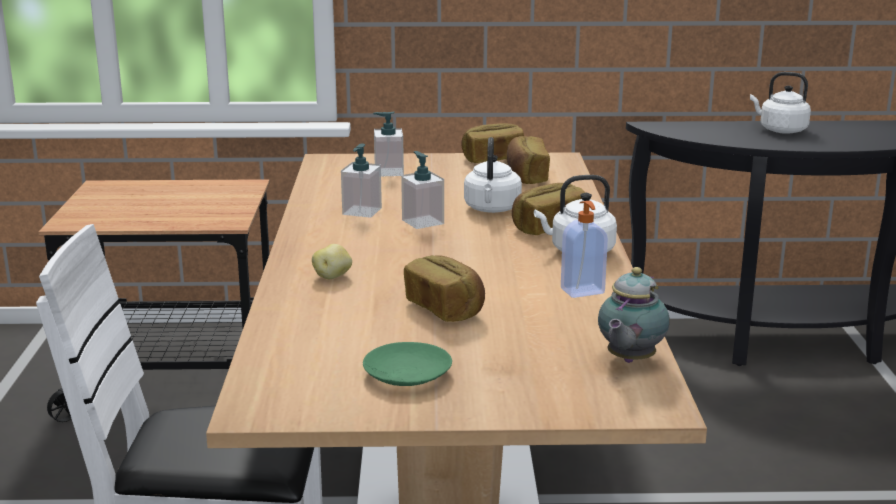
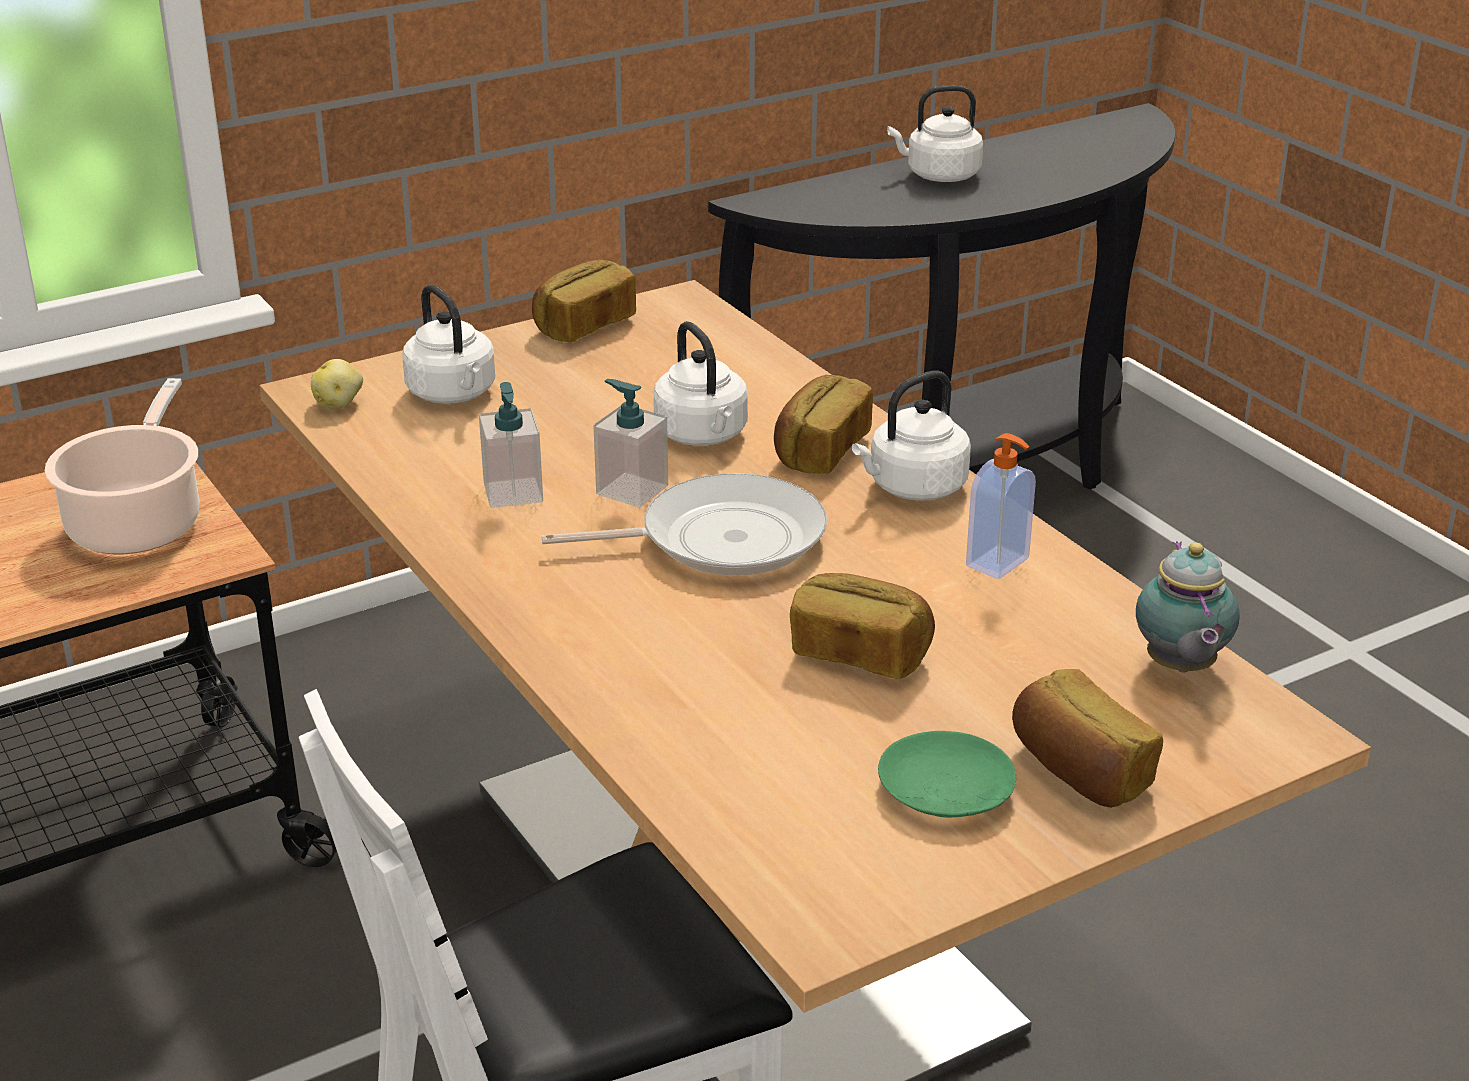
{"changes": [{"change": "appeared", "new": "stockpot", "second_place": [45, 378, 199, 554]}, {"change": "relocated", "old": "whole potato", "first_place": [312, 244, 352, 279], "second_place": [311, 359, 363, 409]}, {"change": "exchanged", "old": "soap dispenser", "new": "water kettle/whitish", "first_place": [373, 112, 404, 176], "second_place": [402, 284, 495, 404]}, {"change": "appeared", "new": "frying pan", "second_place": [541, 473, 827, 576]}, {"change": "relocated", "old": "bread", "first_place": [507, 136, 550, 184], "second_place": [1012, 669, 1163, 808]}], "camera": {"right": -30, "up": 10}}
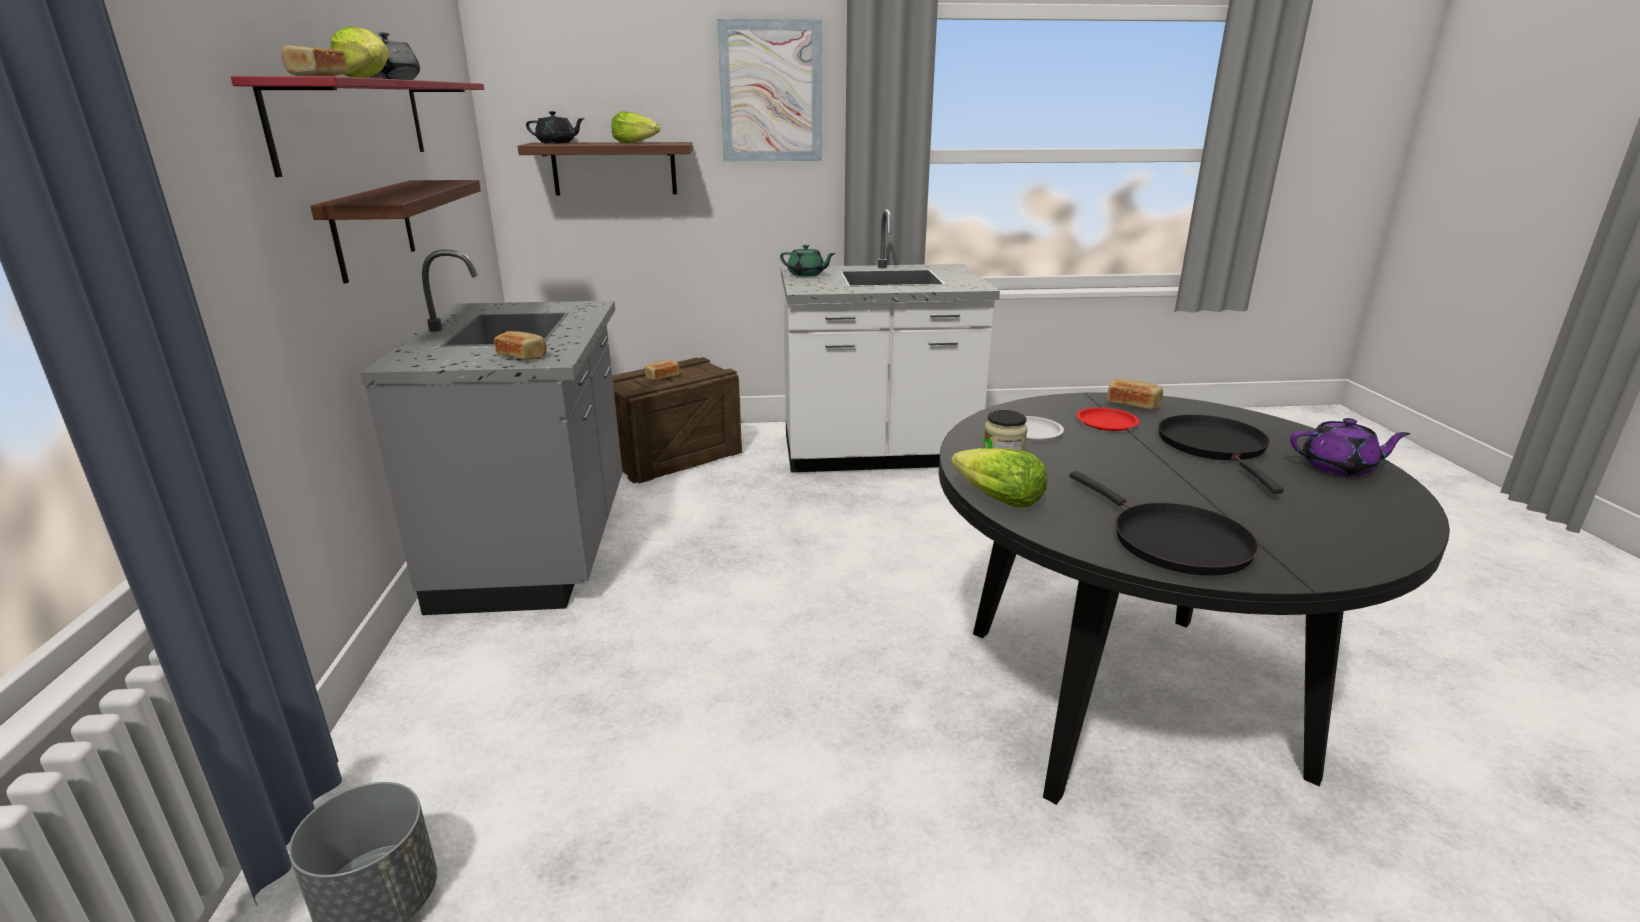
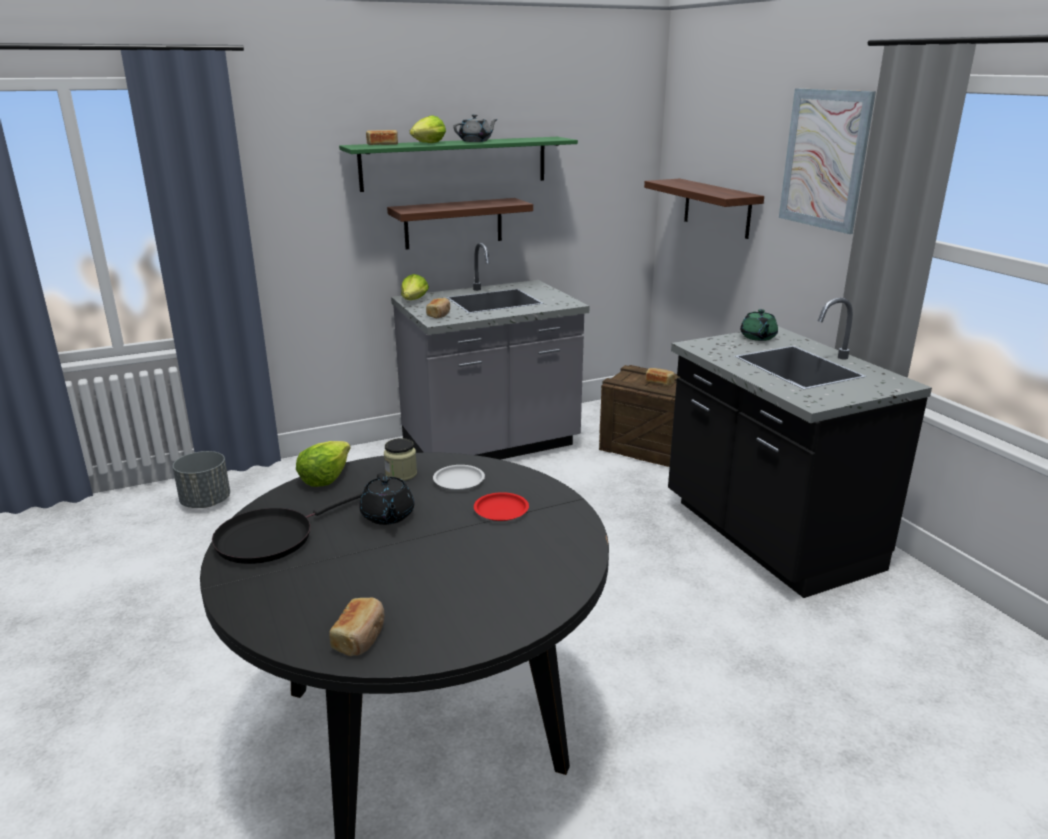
{"changes": [{"change": "relocated", "old": "bread", "first_place": [1107, 379, 1163, 410], "second_place": [329, 598, 384, 656]}, {"change": "colour", "old": "shelf/reddish", "new": "shelf/green", "first_place": [231, 76, 484, 177], "second_place": [339, 137, 578, 192]}, {"change": "relocated", "old": "teapot/black", "first_place": [526, 111, 585, 143], "second_place": [359, 473, 414, 525]}, {"change": "relocated", "old": "lettuce", "first_place": [612, 111, 660, 143], "second_place": [401, 274, 429, 300]}, {"change": "colour", "old": "kitchen counter/whitish", "new": "kitchen counter/black", "first_place": [781, 209, 1000, 473], "second_place": [668, 297, 932, 598]}, {"change": "missing", "old": "frying pan/black", "first_place": [1158, 415, 1284, 494]}, {"change": "missing", "old": "teapot/purple", "first_place": [1290, 418, 1411, 477]}], "camera": {"right": 70, "up": 0}}
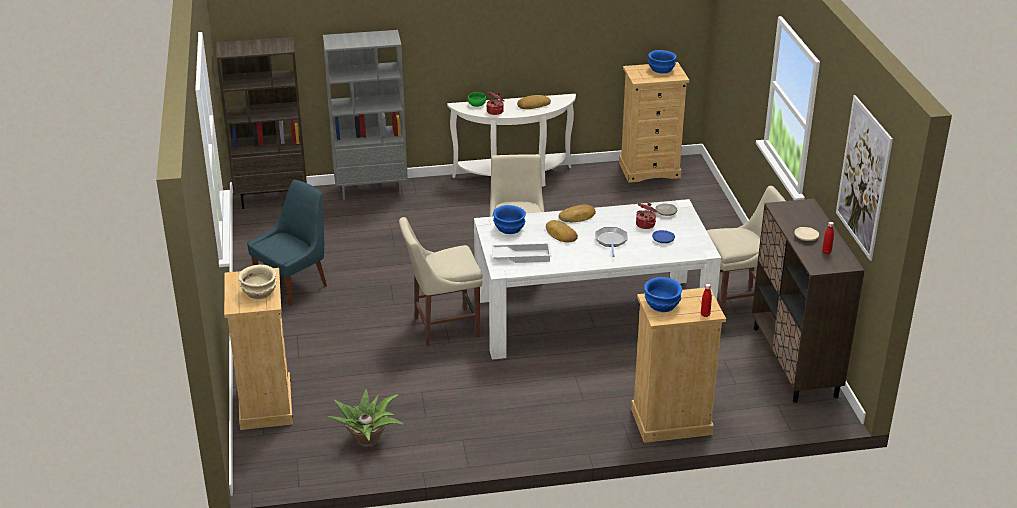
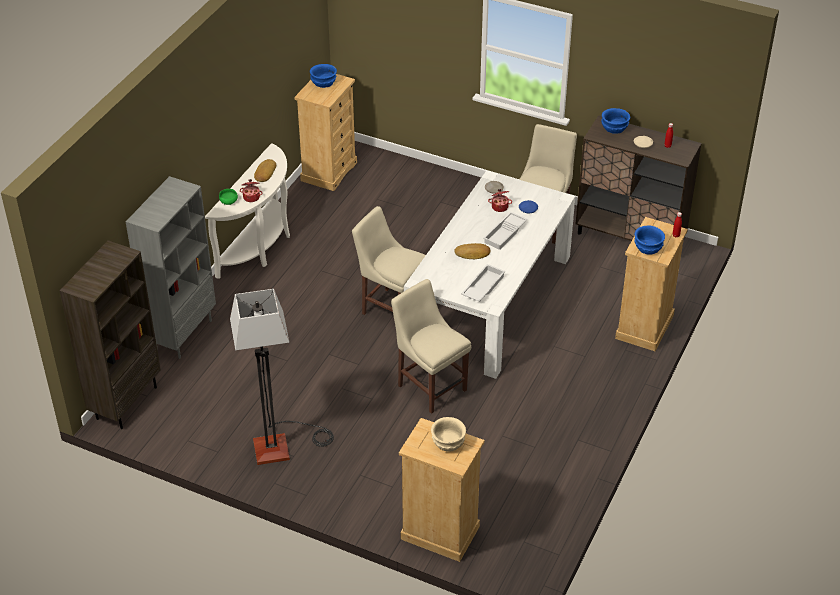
{"changes": [{"change": "exchanged", "old": "chair/blue-coloured", "new": "standard lamp", "first_place": [247, 180, 327, 306], "second_place": [230, 289, 334, 465]}, {"change": "spun", "old": "chair/beige-coloured", "first_place": [399, 217, 483, 347], "second_place": [391, 279, 471, 414], "degrees": 120}, {"change": "exchanged", "old": "frying pan", "new": "carrying tray/whitish", "first_place": [595, 227, 628, 257], "second_place": [483, 211, 528, 250]}, {"change": "relocated", "old": "bowl/blue-coloured", "first_place": [493, 205, 526, 234], "second_place": [601, 108, 630, 134]}, {"change": "missing", "old": "plant in a pot", "first_place": [328, 389, 404, 447]}, {"change": "missing", "old": "bread", "first_place": [558, 205, 596, 222]}, {"change": "missing", "old": "wall picture", "first_place": [836, 95, 893, 261]}], "camera": {"right": -55, "up": 10}}
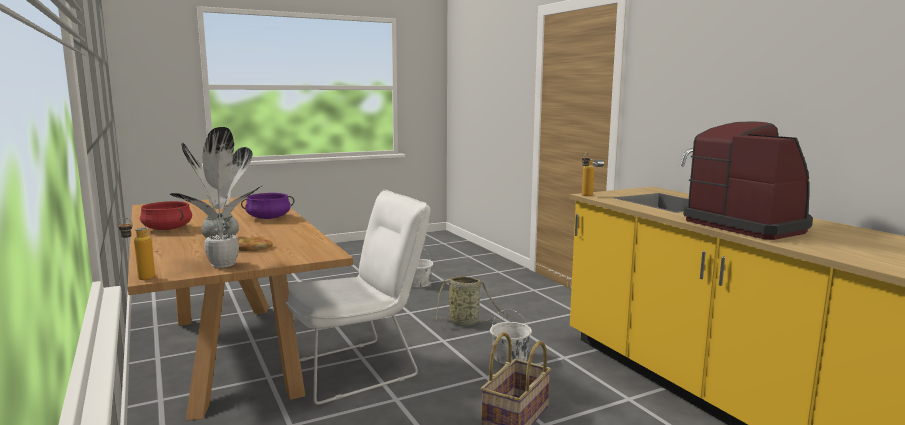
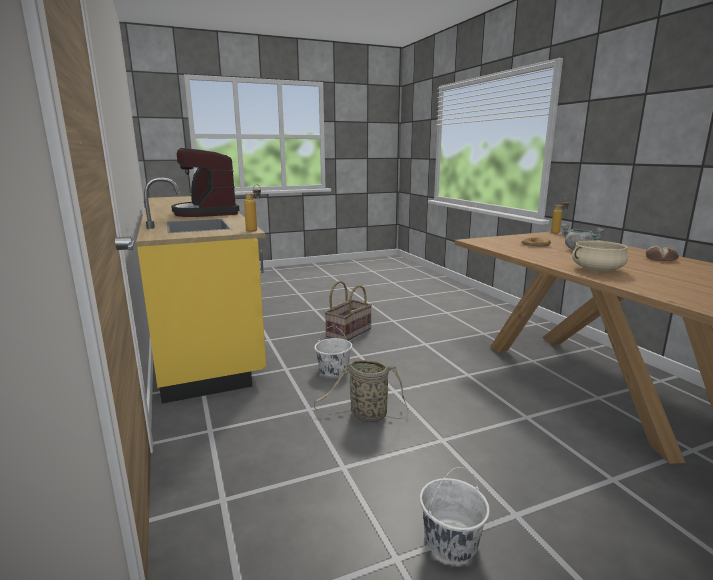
{"changes": [{"change": "colour", "old": "stockpot/purple", "new": "stockpot/beige-coloured", "first_place": [241, 193, 294, 219], "second_place": [572, 241, 628, 271]}, {"change": "exchanged", "old": "stockpot/reddish", "new": "bread", "first_place": [140, 201, 192, 230], "second_place": [646, 245, 679, 261]}, {"change": "missing", "old": "plant in a pot", "first_place": [170, 127, 262, 268]}, {"change": "missing", "old": "chair/whitish", "first_place": [286, 190, 430, 405]}], "camera": {"right": -175, "up": 5}}
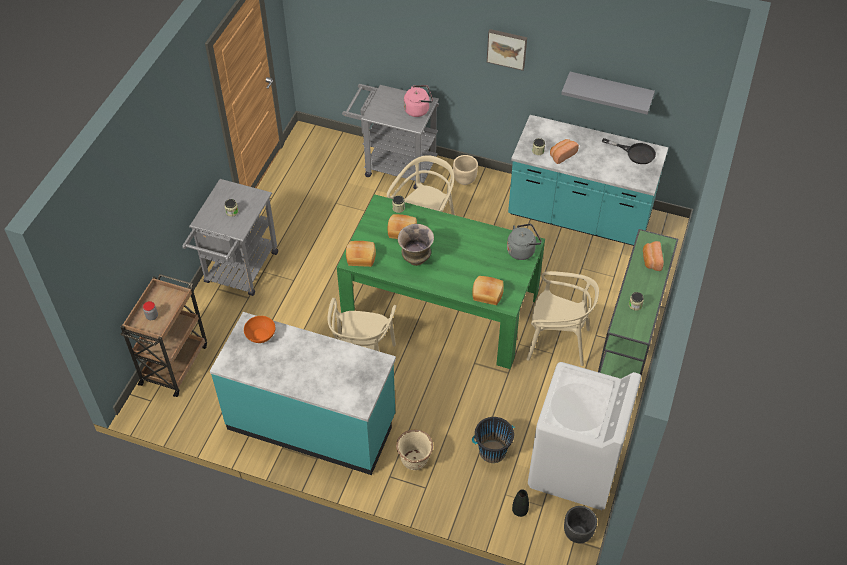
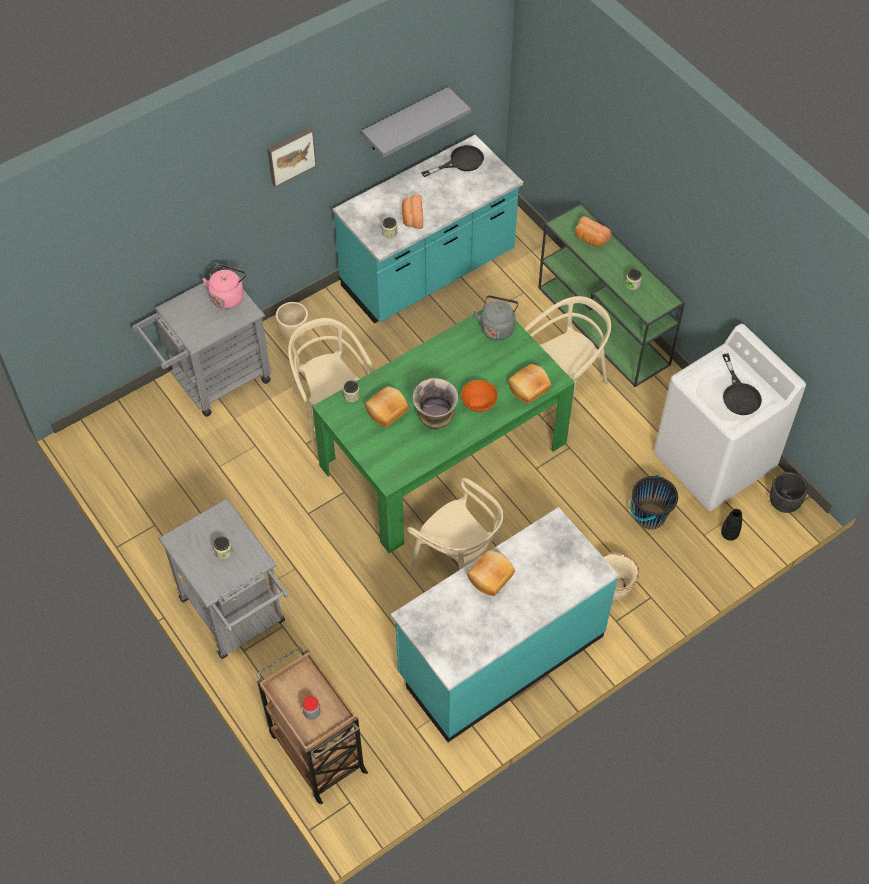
{"changes": [{"change": "relocated", "old": "bowl/orange-coloured", "first_place": [244, 316, 275, 343], "second_place": [461, 380, 498, 412]}, {"change": "relocated", "old": "bread", "first_place": [346, 241, 376, 267], "second_place": [467, 550, 515, 596]}, {"change": "appeared", "new": "frying pan/black", "second_place": [723, 354, 762, 415]}], "camera": {"right": -55, "up": 5}}
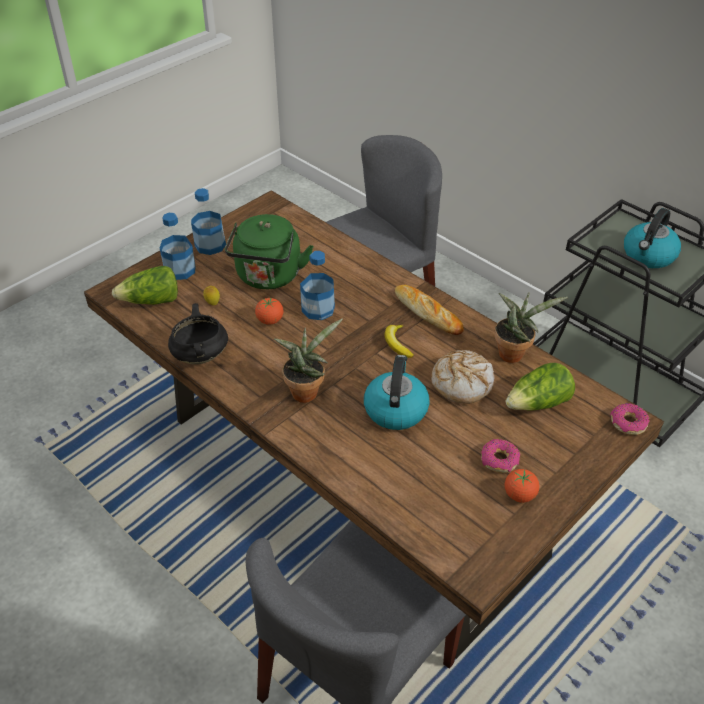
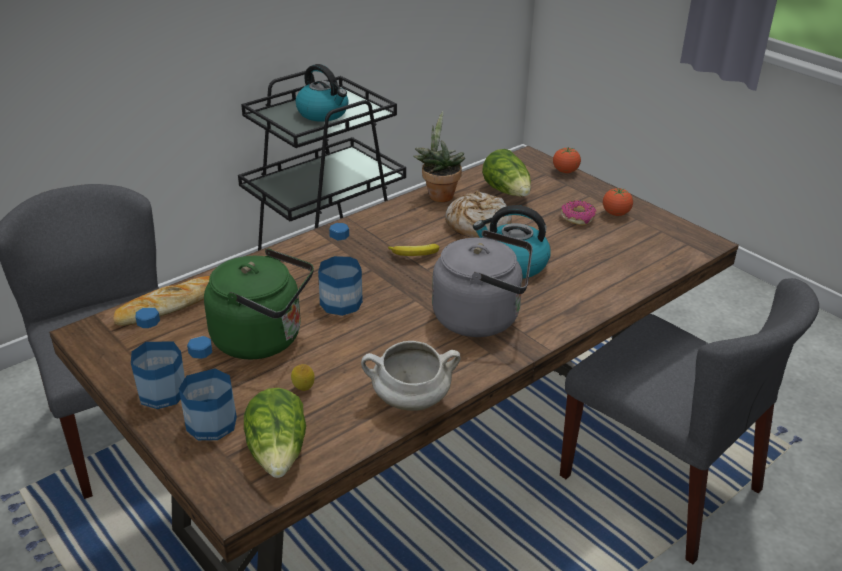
{"changes": [{"change": "relocated", "old": "bread", "first_place": [395, 285, 464, 335], "second_place": [113, 276, 210, 326]}, {"change": "colour", "old": "stockpot/black", "new": "stockpot/whitish", "first_place": [168, 303, 228, 364], "second_place": [361, 341, 460, 411]}, {"change": "exchanged", "old": "plant in a pot", "new": "water kettle/grey", "first_place": [274, 319, 343, 403], "second_place": [432, 230, 533, 337]}, {"change": "relocated", "old": "tomato", "first_place": [255, 298, 283, 325], "second_place": [553, 147, 581, 173]}, {"change": "missing", "old": "doughnut", "first_place": [610, 403, 650, 435]}], "camera": {"right": -85, "up": -10}}
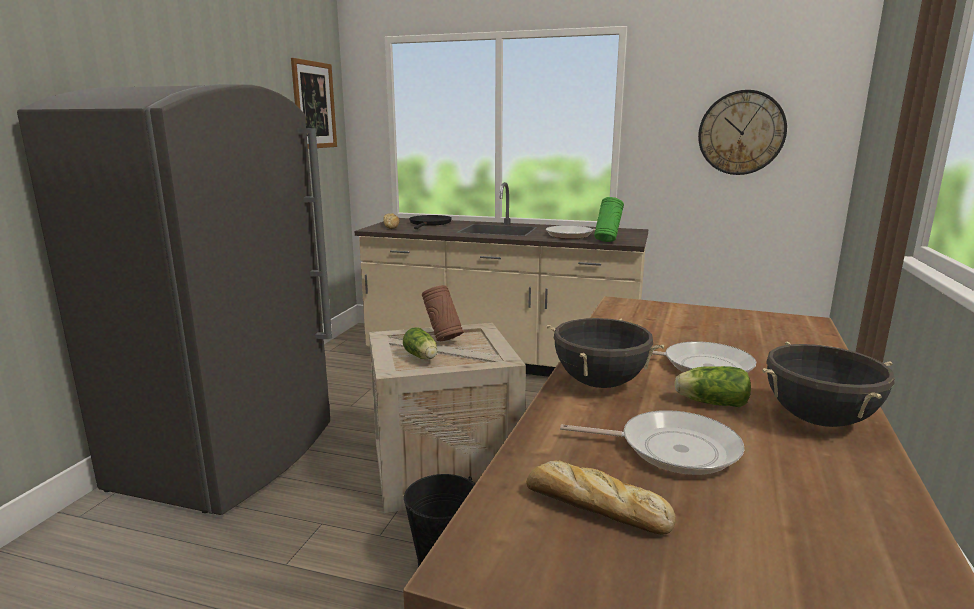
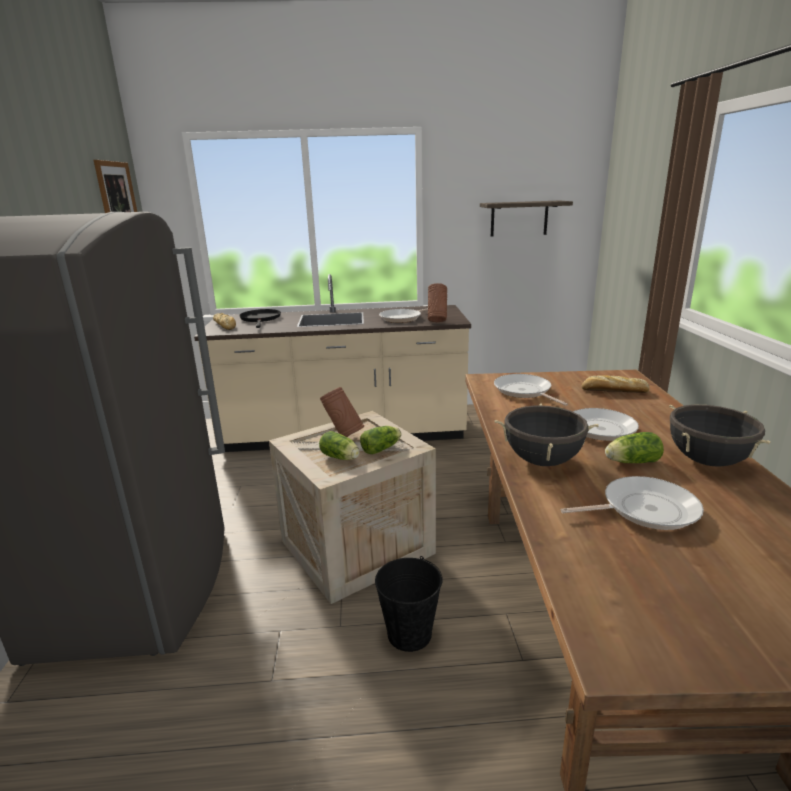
{"changes": [{"change": "appeared", "new": "lettuce", "second_place": [360, 426, 401, 454]}, {"change": "colour", "old": "vase/green", "new": "vase/brown", "first_place": [594, 197, 624, 242], "second_place": [428, 283, 447, 322]}, {"change": "exchanged", "old": "wall clock", "new": "shelf", "first_place": [698, 90, 787, 175], "second_place": [480, 201, 573, 237]}, {"change": "appeared", "new": "frying pan", "second_place": [494, 374, 568, 406]}, {"change": "relocated", "old": "bread", "first_place": [526, 460, 676, 535], "second_place": [581, 375, 650, 393]}], "camera": {"right": -20, "up": 5}}
